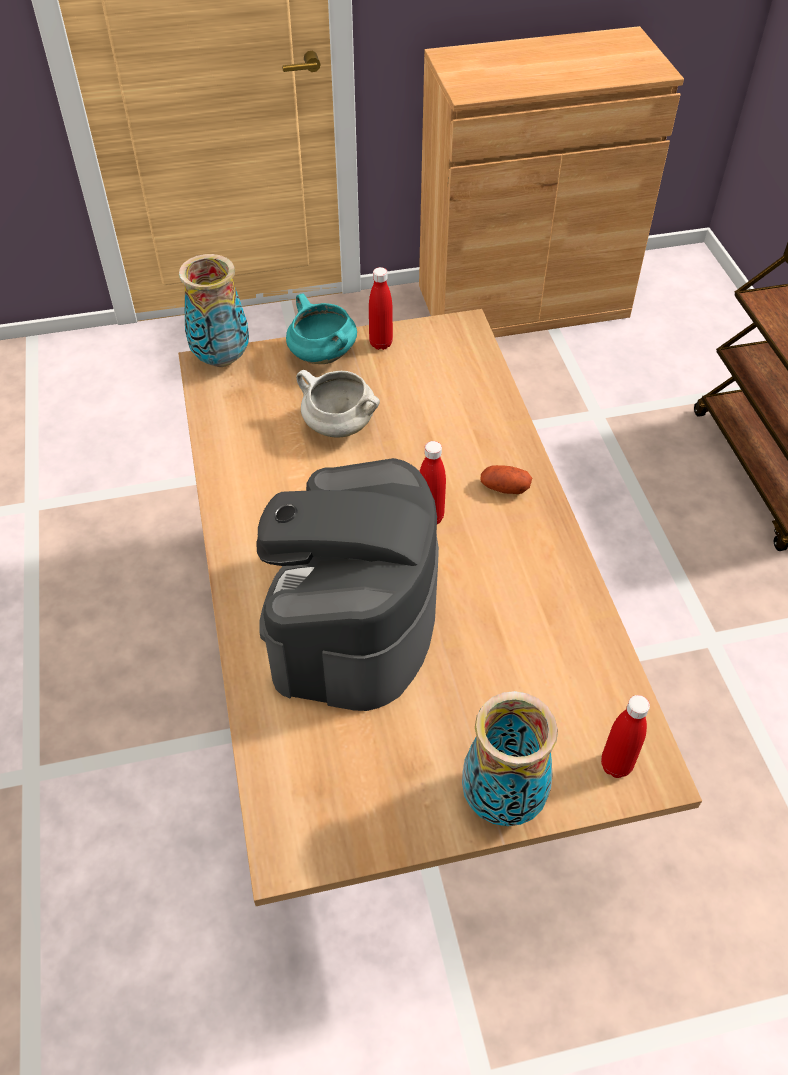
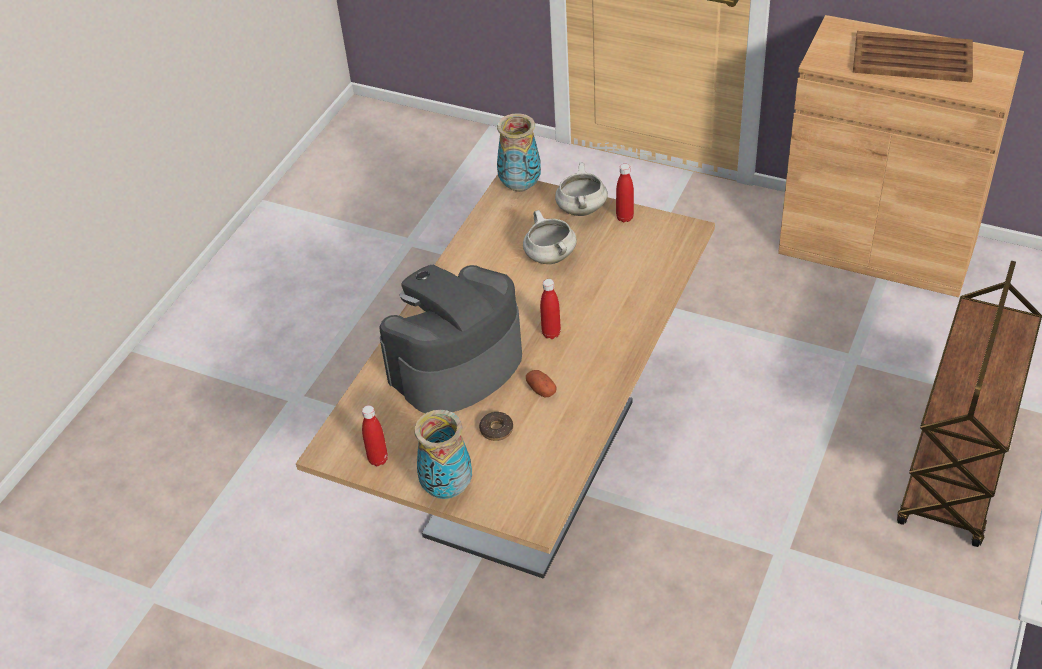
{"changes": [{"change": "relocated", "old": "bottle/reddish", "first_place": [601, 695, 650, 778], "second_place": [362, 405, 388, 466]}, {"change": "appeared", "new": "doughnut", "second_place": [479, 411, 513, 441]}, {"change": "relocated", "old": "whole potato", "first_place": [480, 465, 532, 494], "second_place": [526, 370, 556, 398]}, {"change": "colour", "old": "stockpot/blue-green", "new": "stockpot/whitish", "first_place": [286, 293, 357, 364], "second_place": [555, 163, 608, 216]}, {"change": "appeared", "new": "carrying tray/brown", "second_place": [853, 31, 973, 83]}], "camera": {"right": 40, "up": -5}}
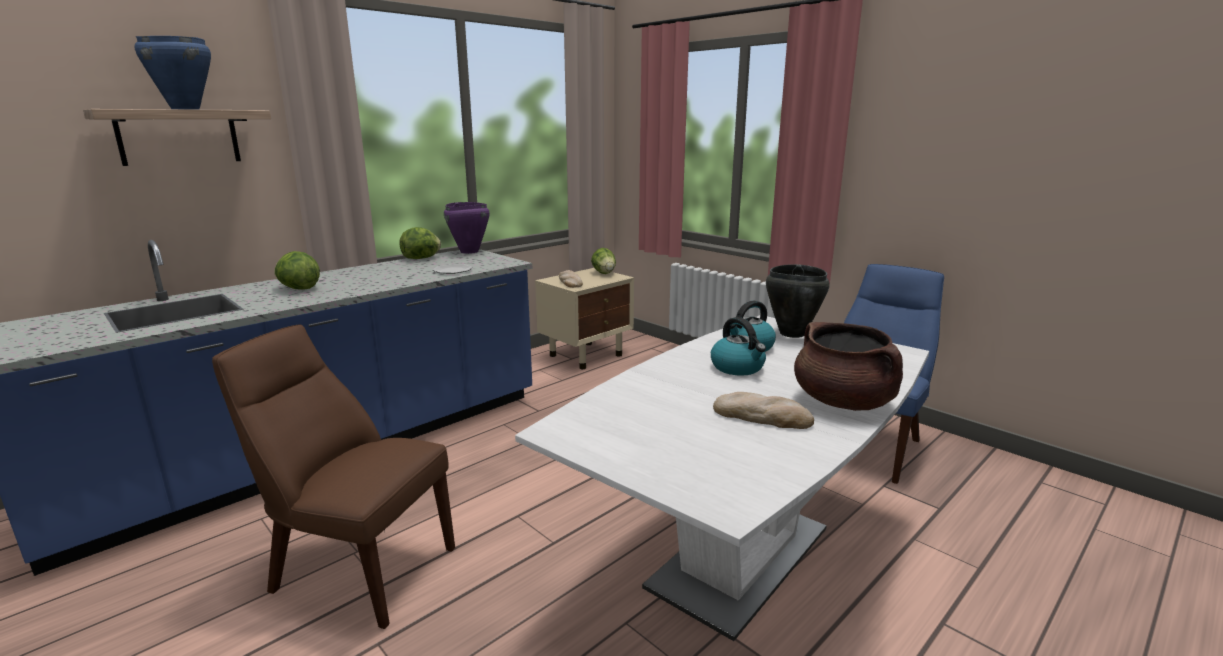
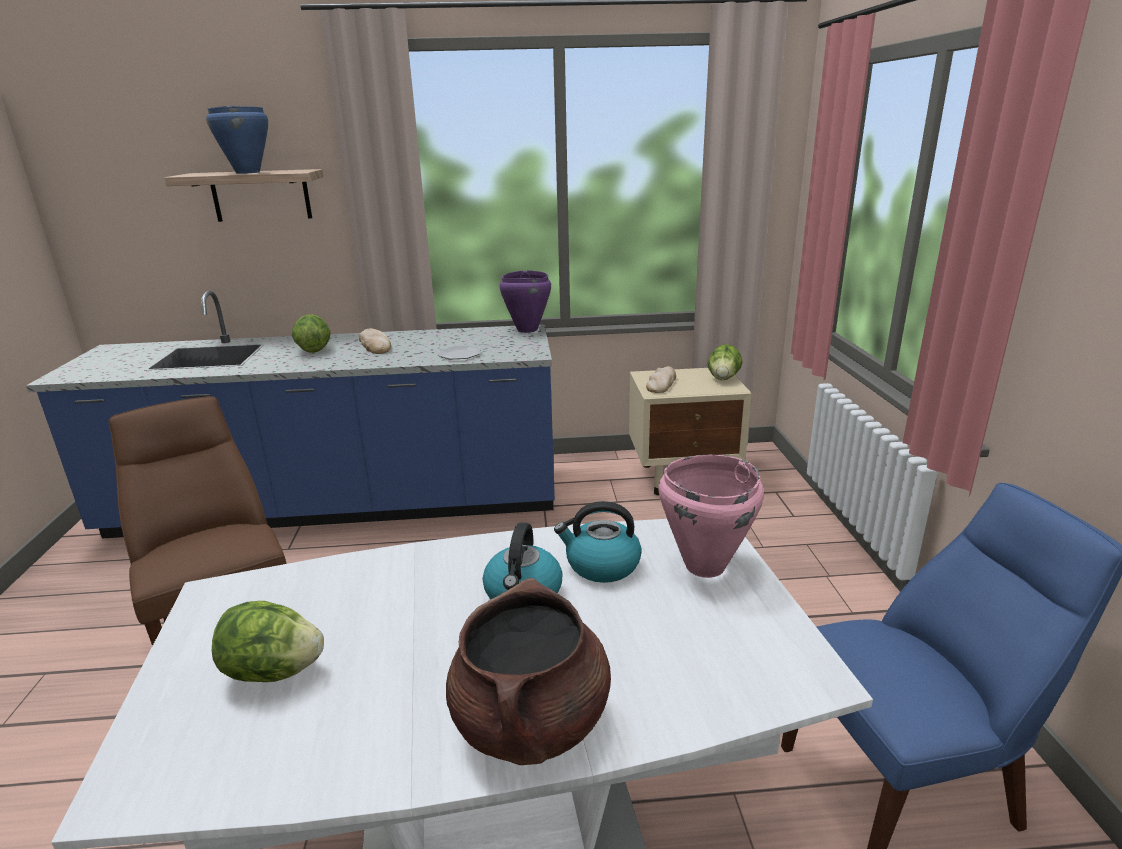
{"changes": [{"change": "relocated", "old": "lettuce", "first_place": [399, 227, 441, 259], "second_place": [212, 601, 324, 682]}, {"change": "relocated", "old": "bread", "first_place": [713, 392, 814, 429], "second_place": [359, 328, 391, 354]}, {"change": "colour", "old": "stockpot/black", "new": "stockpot/pinkish", "first_place": [766, 264, 830, 338], "second_place": [658, 454, 764, 578]}], "camera": {"right": 40, "up": 5}}
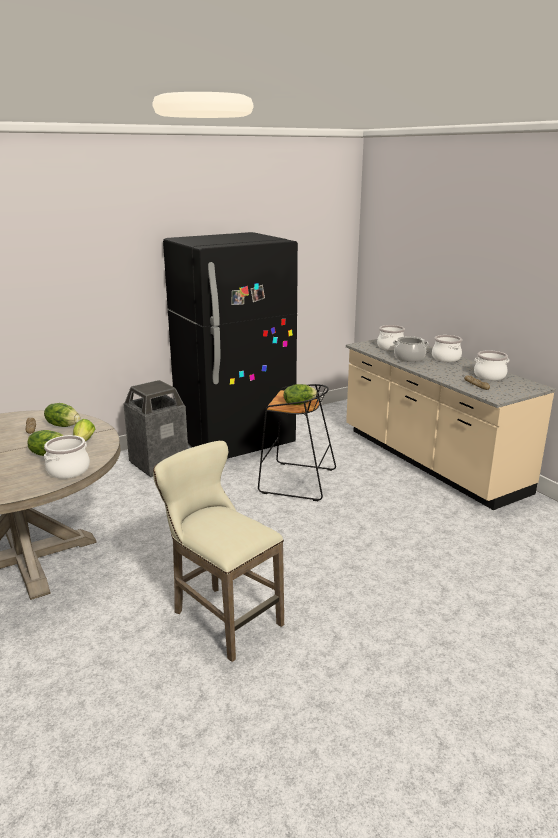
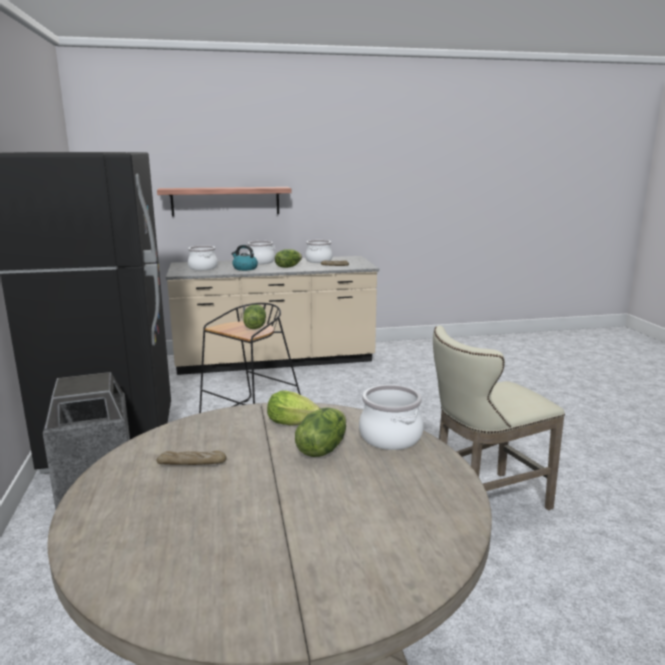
{"changes": [{"change": "appeared", "new": "shelf", "second_place": [157, 187, 291, 217]}, {"change": "exchanged", "old": "stockpot", "new": "water kettle", "first_place": [393, 336, 429, 362], "second_place": [231, 245, 258, 271]}, {"change": "relocated", "old": "lettuce", "first_place": [44, 403, 81, 427], "second_place": [275, 249, 302, 268]}], "camera": {"right": -70, "up": -5}}
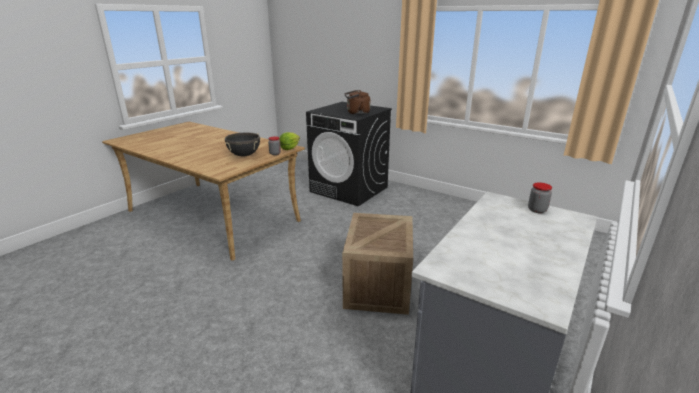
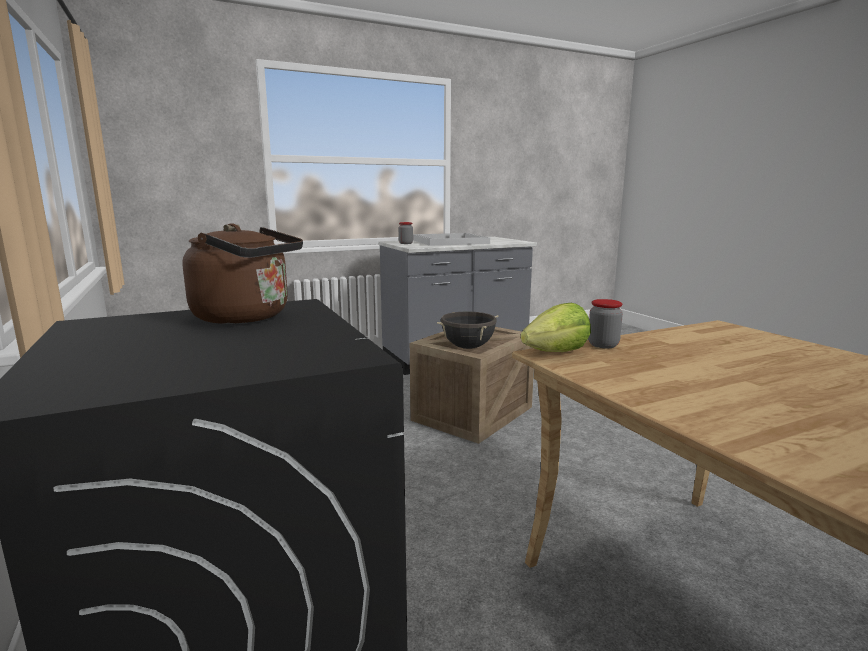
{"changes": [{"change": "appeared", "new": "carrying tray/whitish", "second_place": [413, 233, 490, 246]}, {"change": "relocated", "old": "stockpot/black", "first_place": [225, 132, 260, 156], "second_place": [437, 311, 499, 349]}], "camera": {"right": -150, "up": -10}}
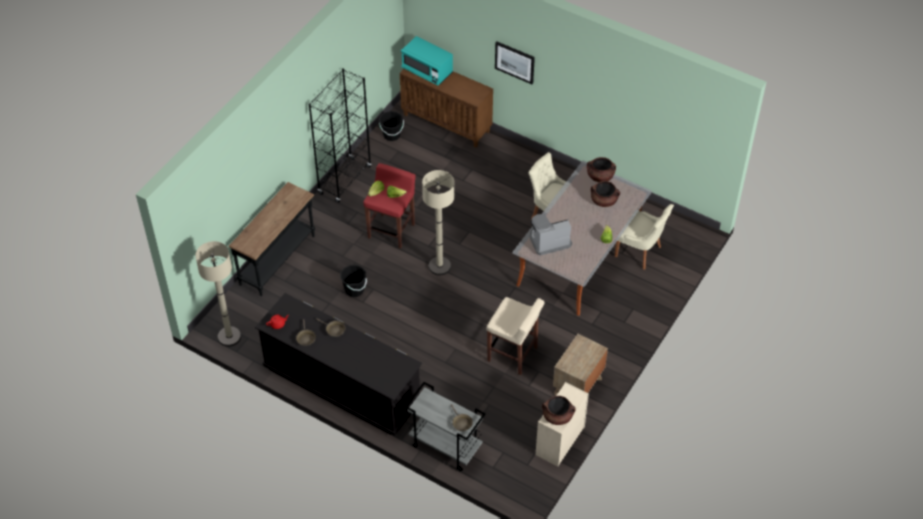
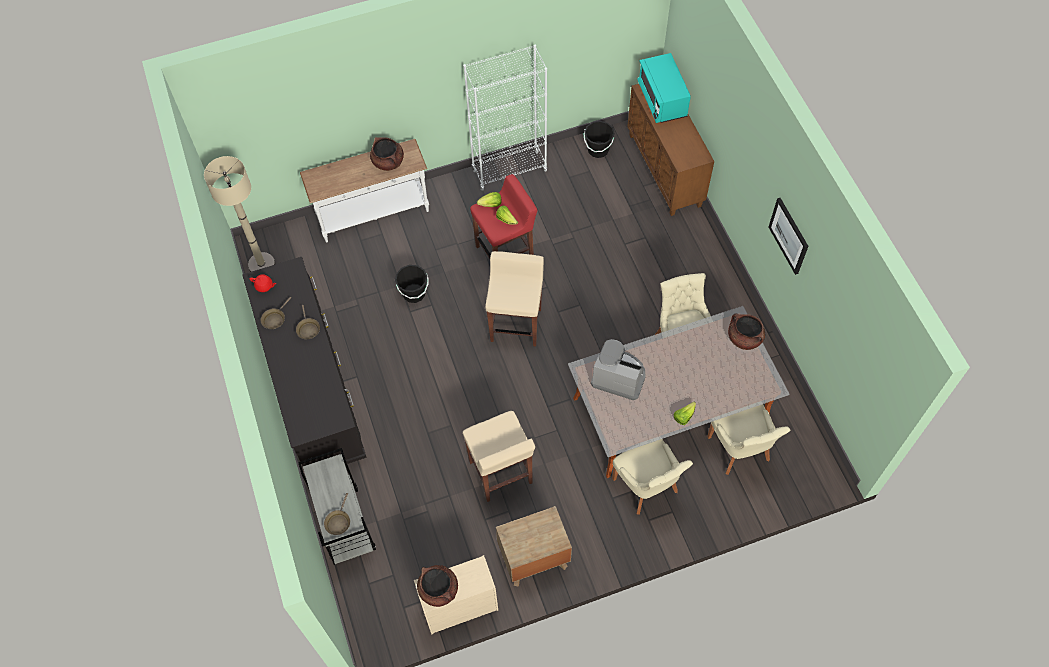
{"changes": [{"change": "colour", "old": "hall table/black", "new": "hall table/whitish", "first_place": [229, 182, 315, 296], "second_place": [300, 139, 429, 242]}, {"change": "relocated", "old": "stockpot/brown", "first_place": [591, 181, 620, 207], "second_place": [370, 137, 404, 171]}, {"change": "colour", "old": "bookcase/black", "new": "bookcase/whitish", "first_place": [308, 68, 371, 203], "second_place": [463, 45, 547, 191]}, {"change": "exchanged", "old": "standard lamp/beige-coloured", "new": "stool seat/beige-coloured", "first_place": [422, 170, 454, 276], "second_place": [485, 251, 544, 346]}, {"change": "appeared", "new": "chair/beige-coloured", "second_place": [612, 439, 693, 515]}, {"change": "relocated", "old": "wall picture", "first_place": [495, 41, 535, 84], "second_place": [769, 198, 808, 275]}], "camera": {"right": 40, "up": 10}}
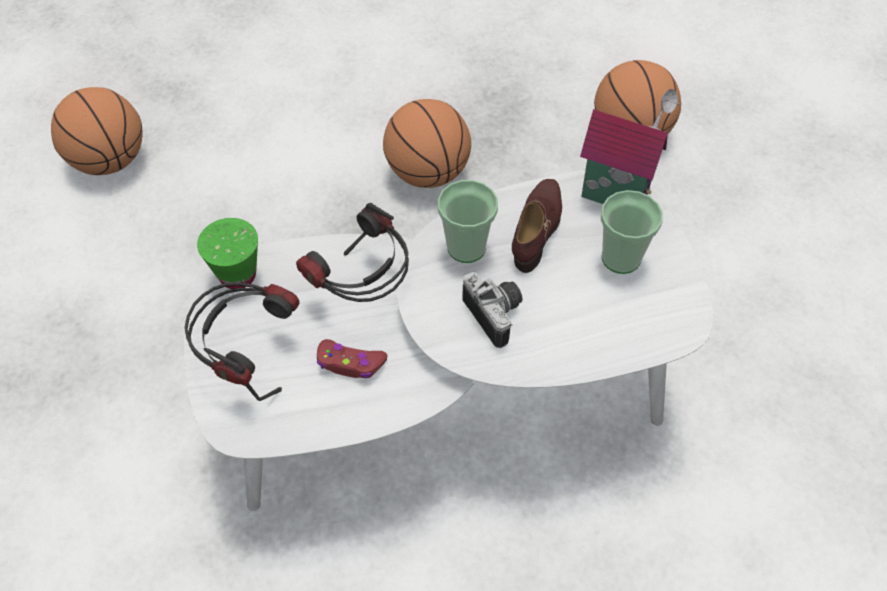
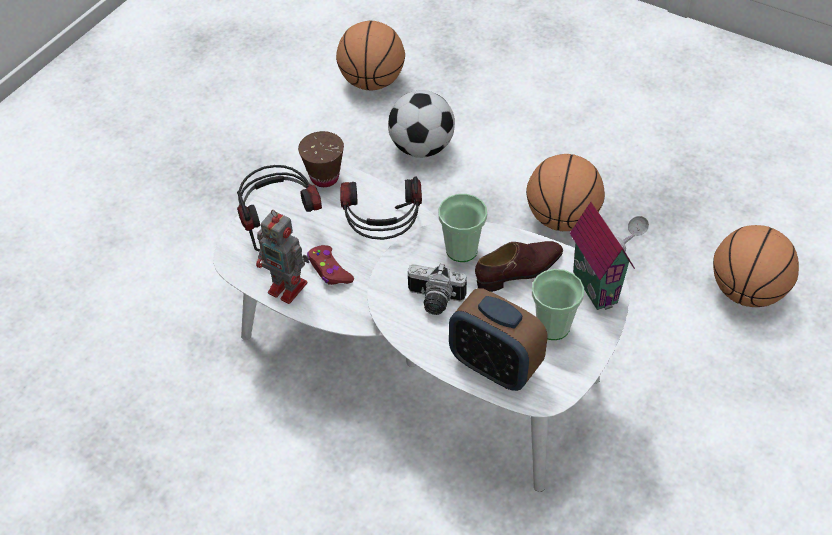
{"changes": [{"change": "appeared", "new": "robot figure", "second_place": [256, 210, 310, 304]}, {"change": "colour", "old": "cup/green", "new": "cup/brown", "first_place": [197, 218, 258, 289], "second_place": [298, 131, 344, 187]}, {"change": "appeared", "new": "football", "second_place": [388, 90, 455, 158]}, {"change": "spun", "old": "photo camera", "first_place": [462, 272, 522, 348], "second_place": [408, 263, 467, 315], "degrees": 90}, {"change": "appeared", "new": "alarm clock", "second_place": [449, 288, 547, 391]}], "camera": {"right": 45, "up": -5}}
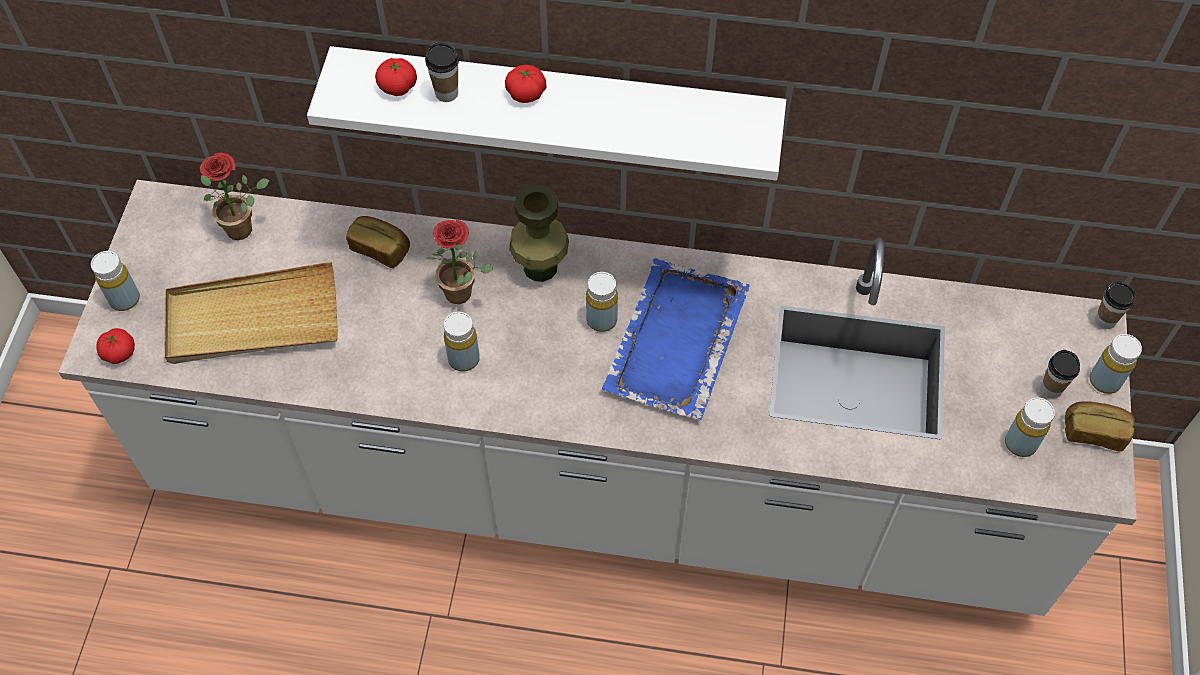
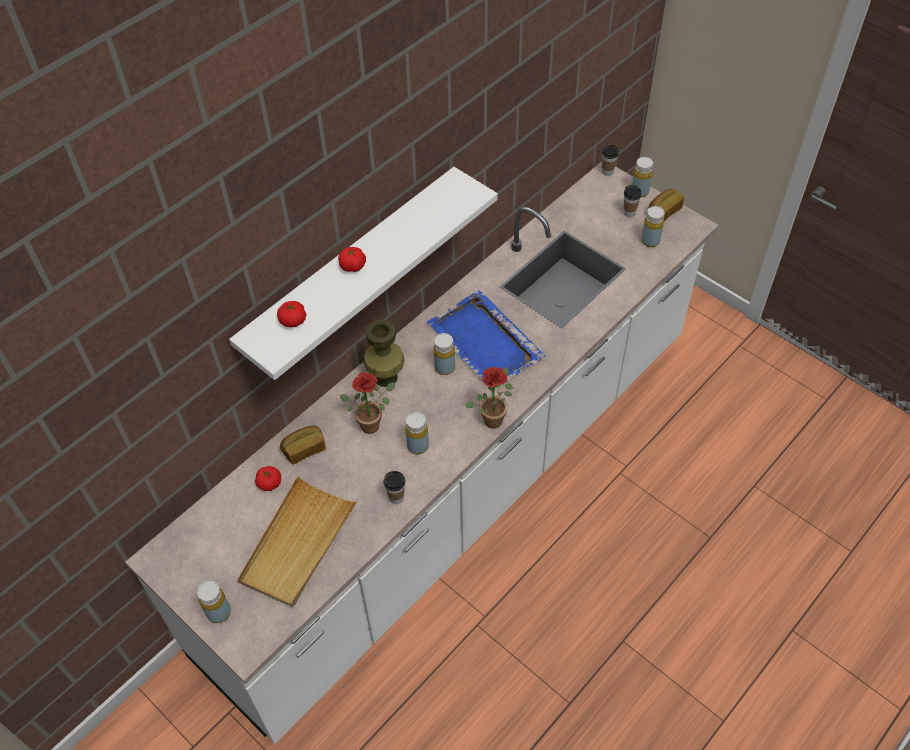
{"changes": [{"change": "relocated", "old": "tomato", "first_place": [96, 328, 135, 364], "second_place": [255, 466, 281, 491]}, {"change": "relocated", "old": "cup", "first_place": [425, 42, 459, 102], "second_place": [384, 471, 405, 504]}, {"change": "relocated", "old": "plant in a pot", "first_place": [200, 153, 269, 240], "second_place": [465, 367, 513, 428]}], "camera": {"right": -55, "up": -5}}
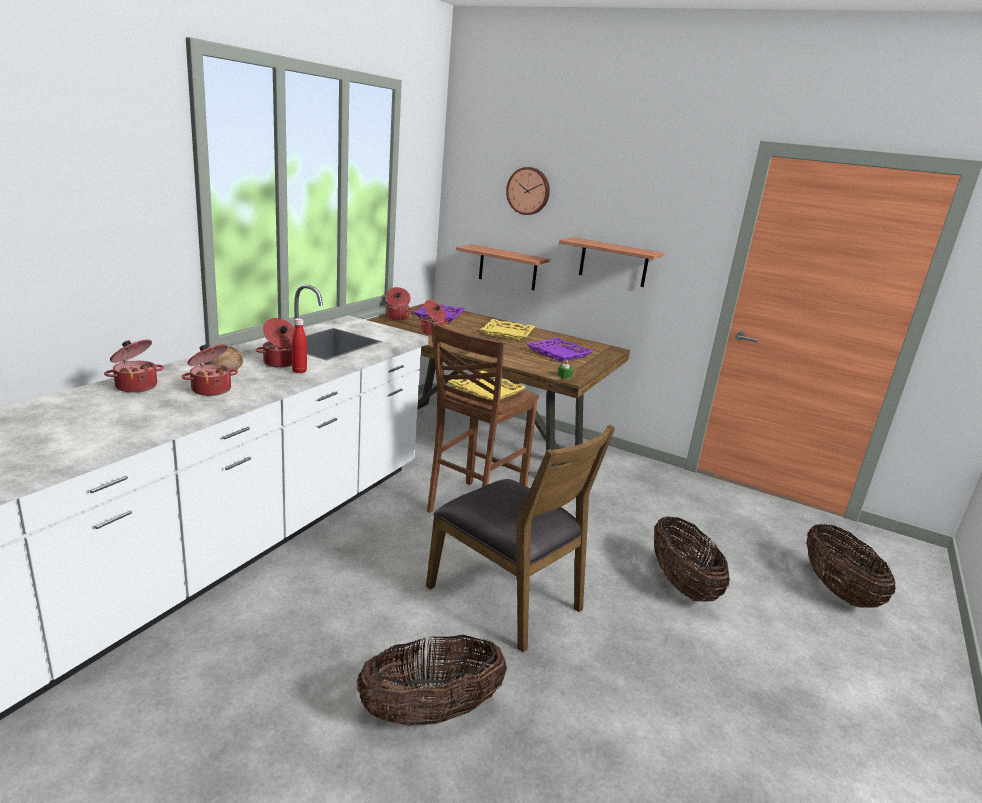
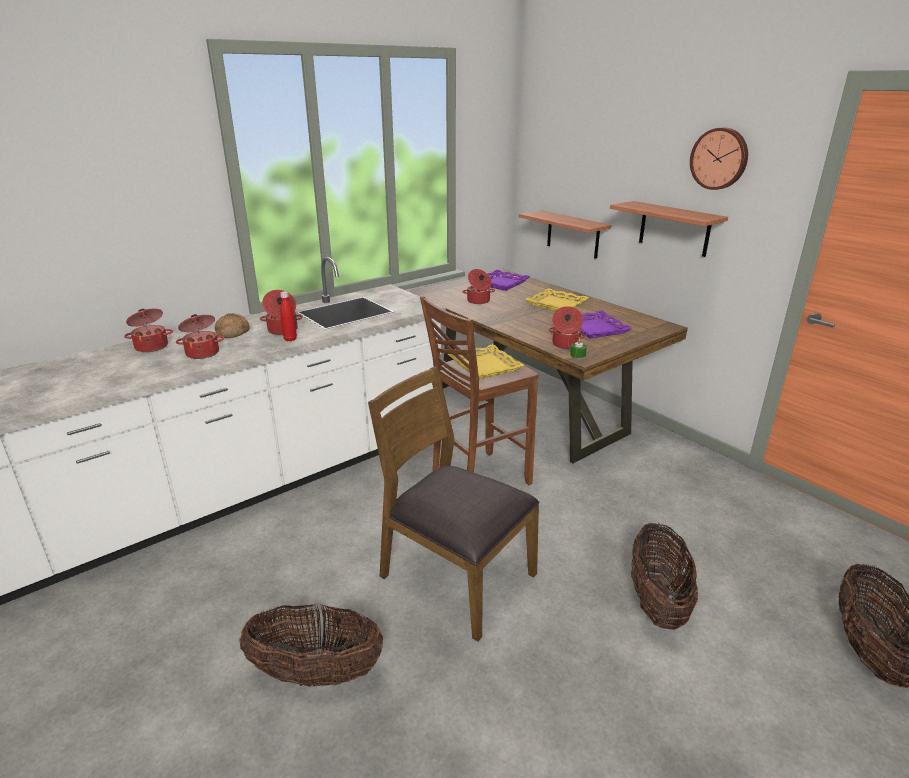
{"changes": [{"change": "spun", "old": "chair/brown", "first_place": [426, 425, 615, 652], "second_place": [368, 367, 540, 641], "degrees": 150}, {"change": "relocated", "old": "stockpot", "first_place": [383, 287, 413, 321], "second_place": [548, 306, 586, 349]}, {"change": "relocated", "old": "wall clock", "first_place": [506, 167, 550, 215], "second_place": [690, 127, 748, 190]}], "camera": {"right": 25, "up": 5}}
